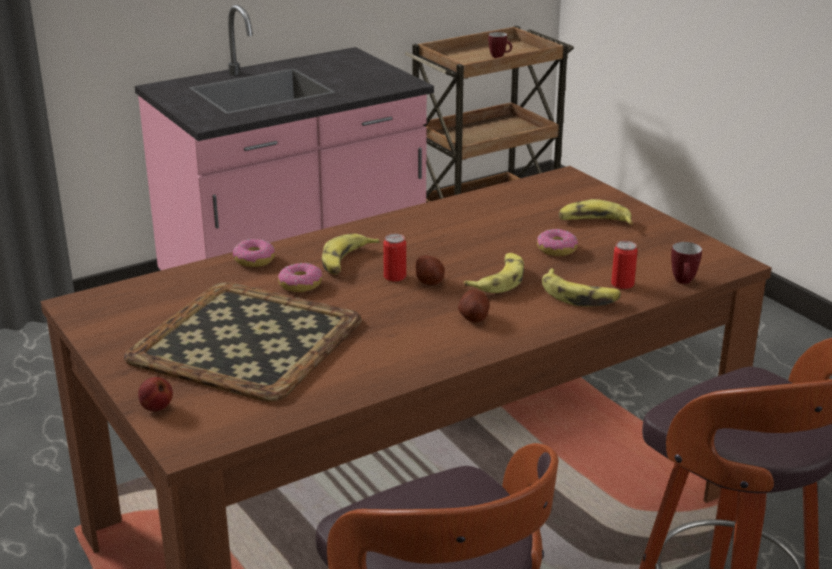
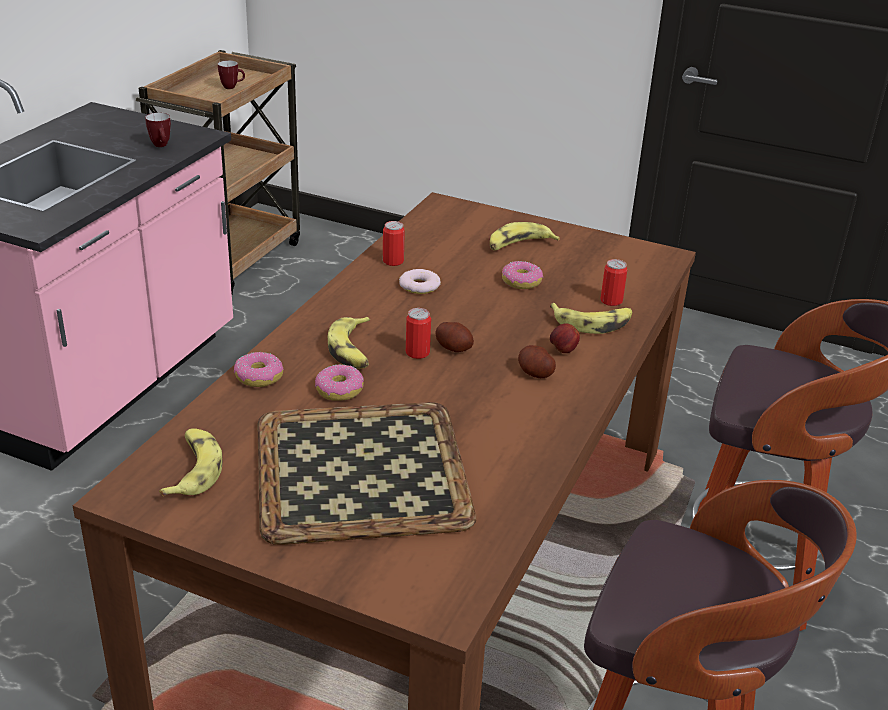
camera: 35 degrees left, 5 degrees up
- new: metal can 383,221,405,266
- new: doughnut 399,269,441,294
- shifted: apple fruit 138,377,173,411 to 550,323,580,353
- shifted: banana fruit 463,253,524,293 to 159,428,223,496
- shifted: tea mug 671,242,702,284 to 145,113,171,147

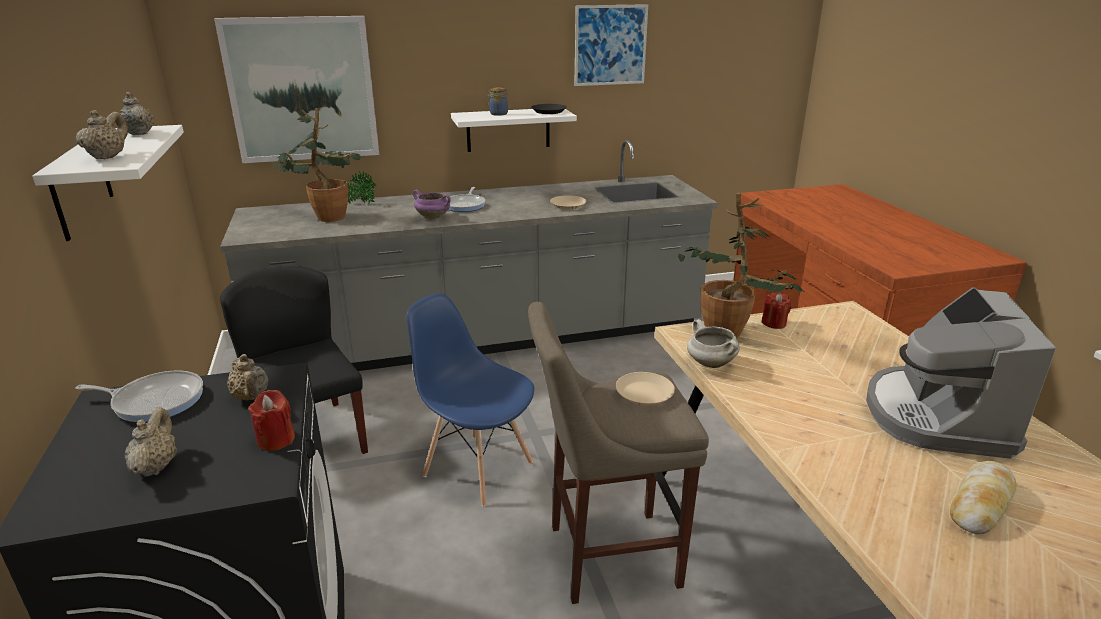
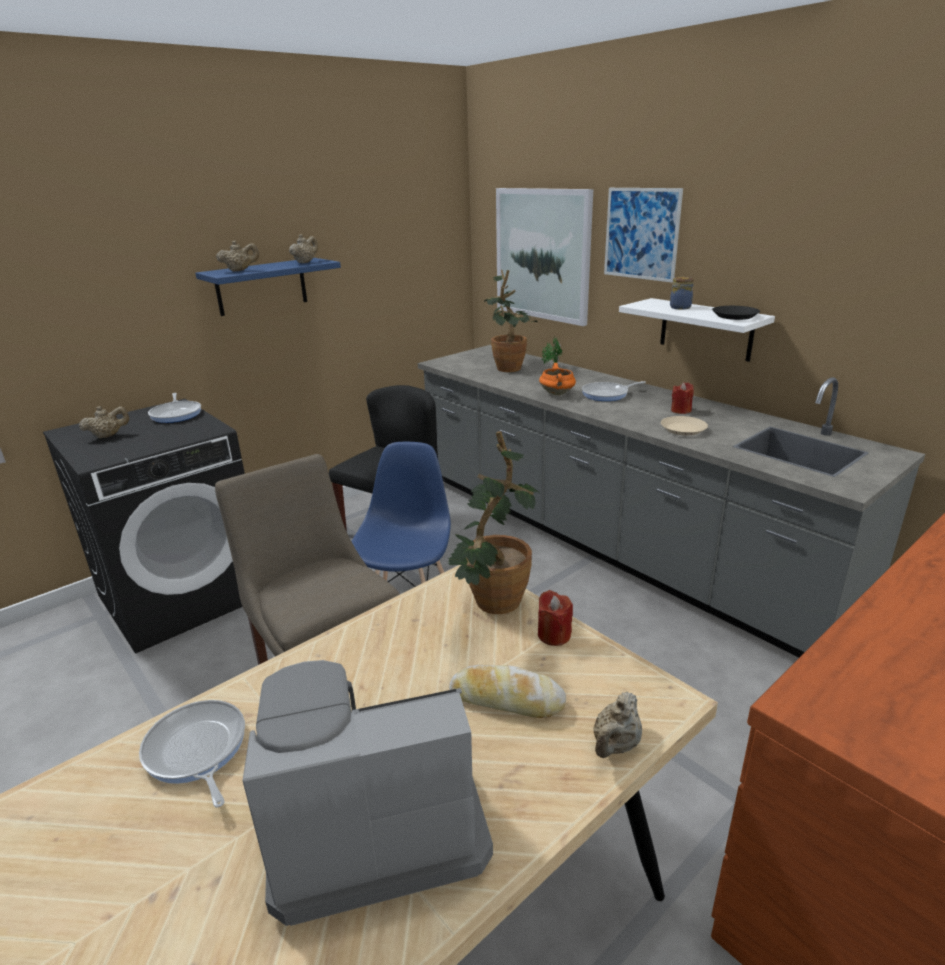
camera: 65 degrees right, 0 degrees up
- gone: beige-coloured plate 616,372,675,405
- gone: whitish cooking pot 687,319,740,368
- new: frying pan 139,700,245,808
- shifted: beige-coloured tea pot 227,354,268,401 to 593,692,642,758
- shifted: red-coloured candle 248,390,295,451 to 671,382,694,414
- shifted: wall art 574,4,648,86 to 604,188,683,283
- shifted: bread 950,461,1016,534 to 449,665,566,718
- repainted: whitish shelf 32,125,184,241 to blue-coloured shelf 195,258,341,316
- repainted: purplish cooking pot 412,190,451,219 to orange-coloured cooking pot 539,363,576,395

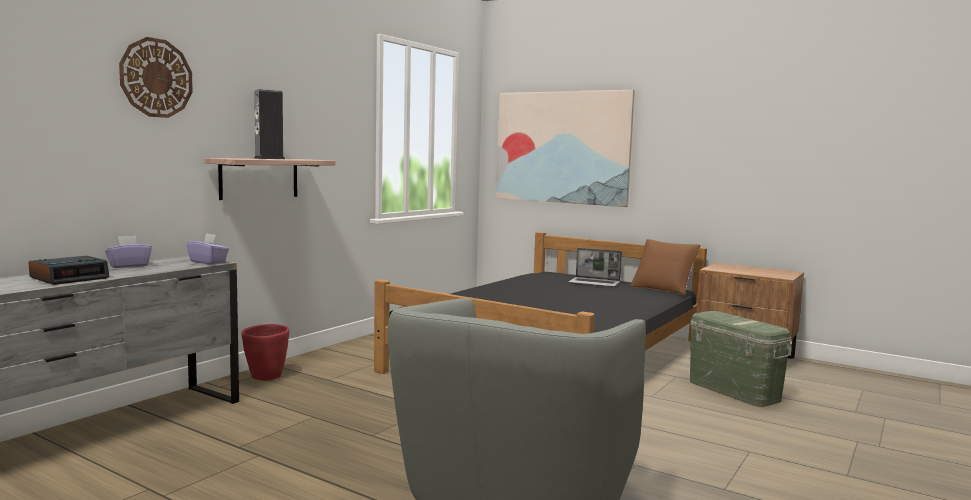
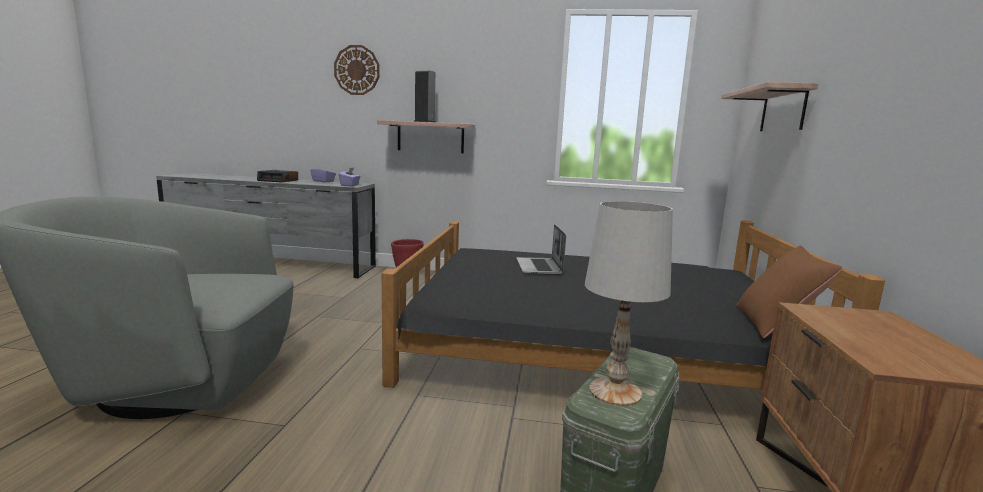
camera: 65 degrees right, 5 degrees up
- new: whitish table lamp 585,201,673,406
- shifted: laptop 569,248,622,288 to 516,224,566,275
- swapped: wall art 496,90,635,207 to shelf 721,82,818,131

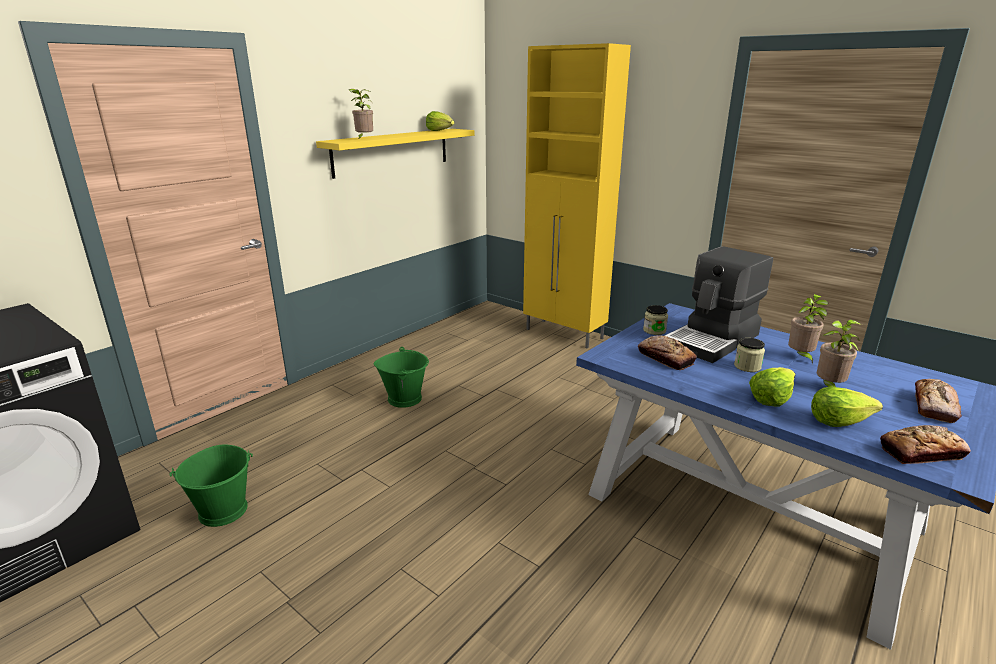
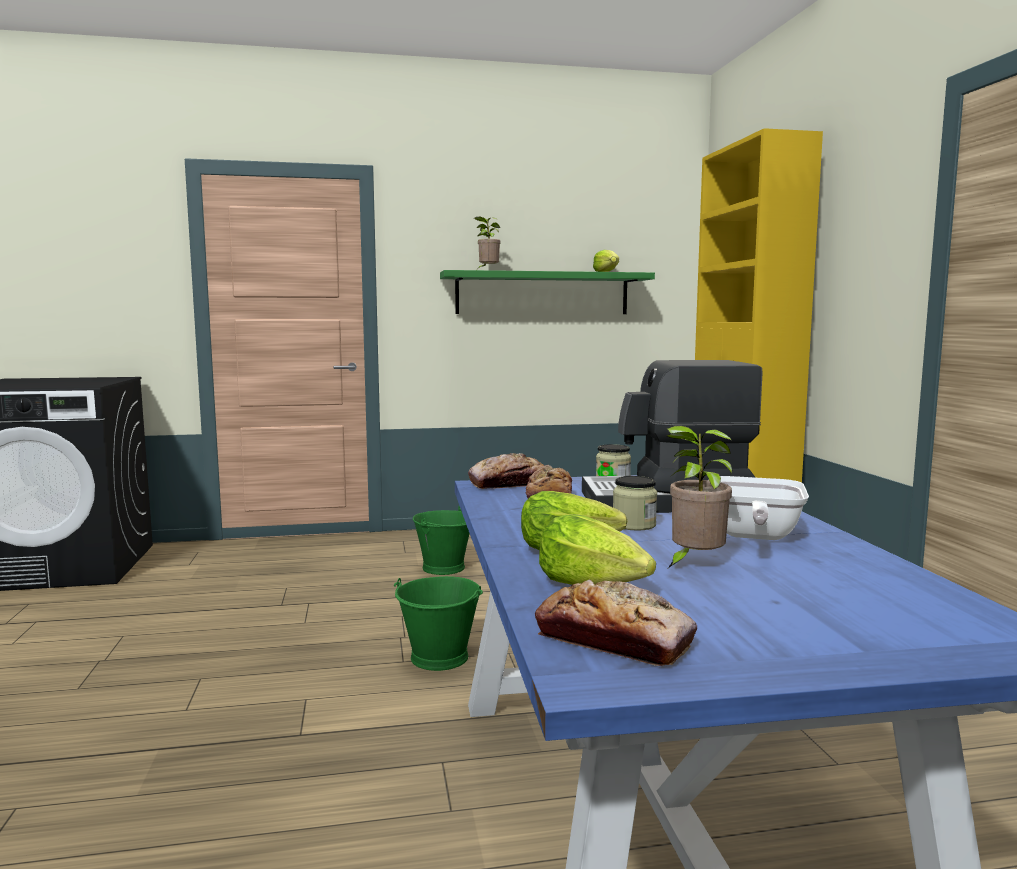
camera: 40 degrees right, 15 degrees down
- shifted: green-coloured pail 169,444,253,527 to 394,576,483,671
- shifted: bread 915,379,962,423 to 468,453,544,489
- swapped: plant in a pot 788,294,828,365 to frying pan 720,476,809,540
- repainted: yellow shelf 316,129,474,179 to green-coloured shelf 440,270,655,314

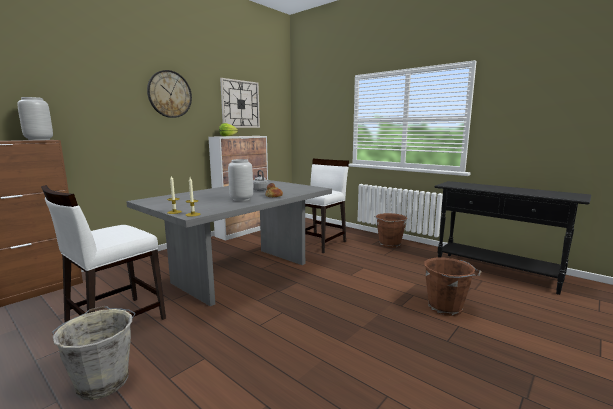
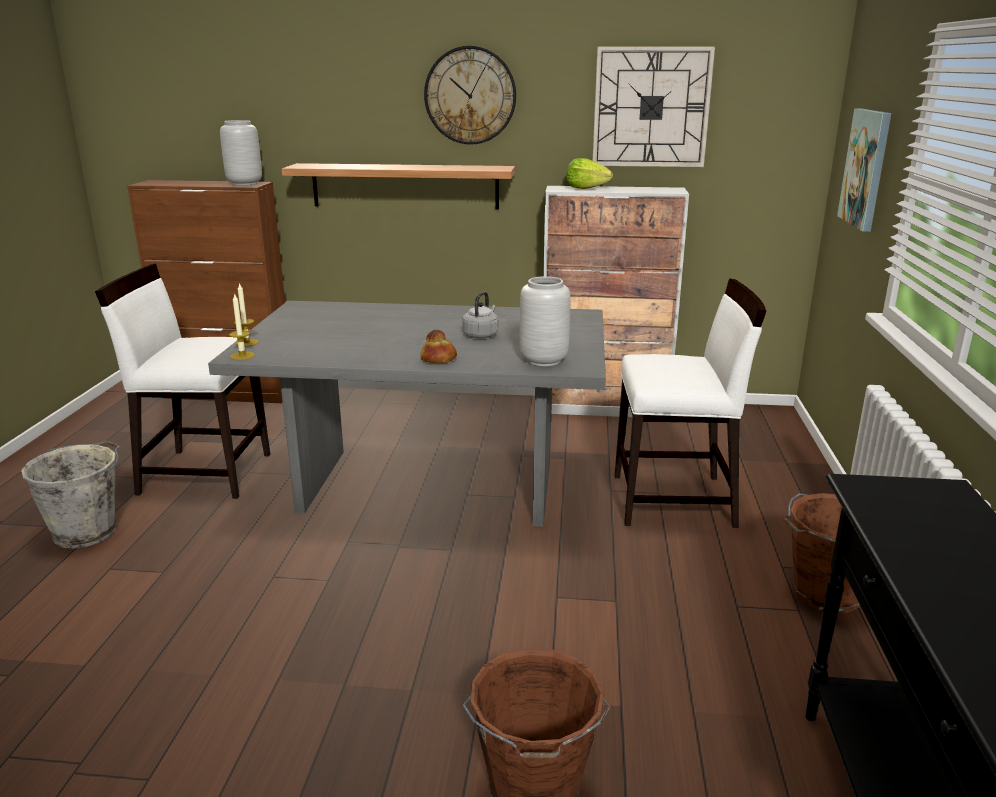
camera: 55 degrees right, 10 degrees up
- new: shelf 281,163,515,210
- new: wall art 837,108,891,232
- shifted: greyish decorative vase 228,159,253,201 to 520,276,571,366

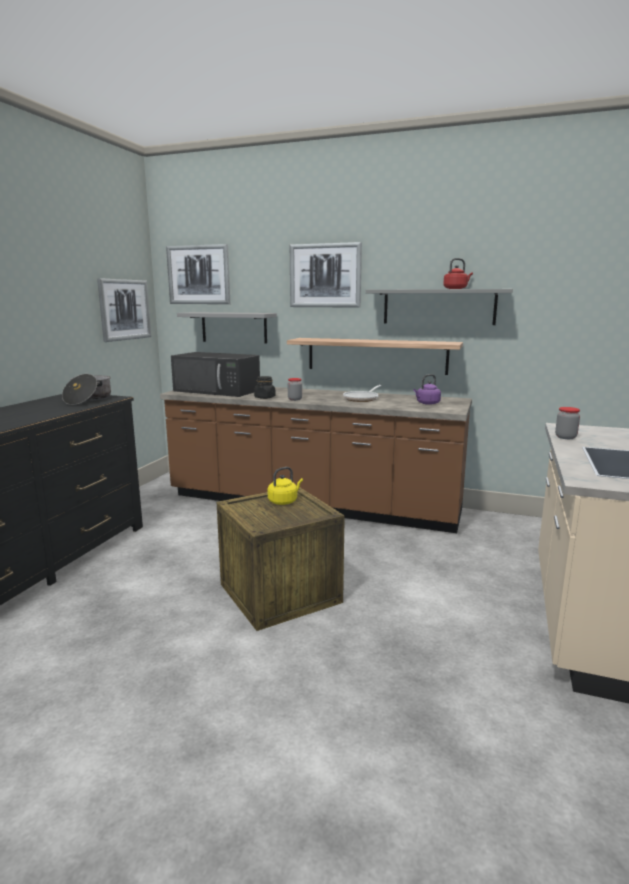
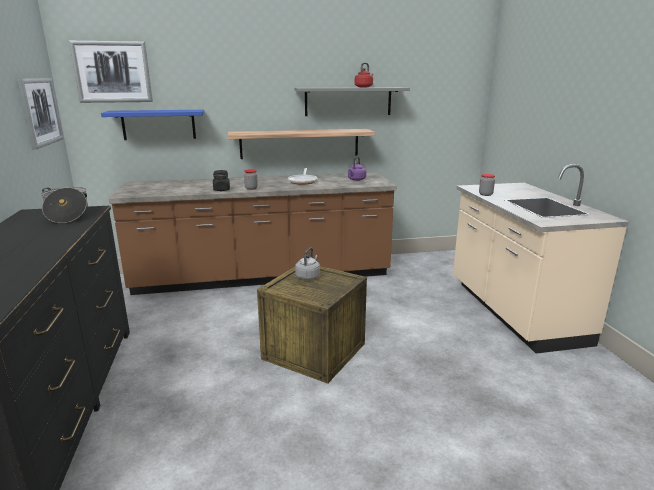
camera: 30 degrees left, 5 degrees up
- gone: black-coloured microwave 171,352,260,397
- gone: wall art 290,242,362,308
- repainted: greyish shelf 177,312,277,344 to blue-coloured shelf 101,110,205,140
- repainted: yellow kettle 268,467,303,505 to greyish kettle 295,247,320,280

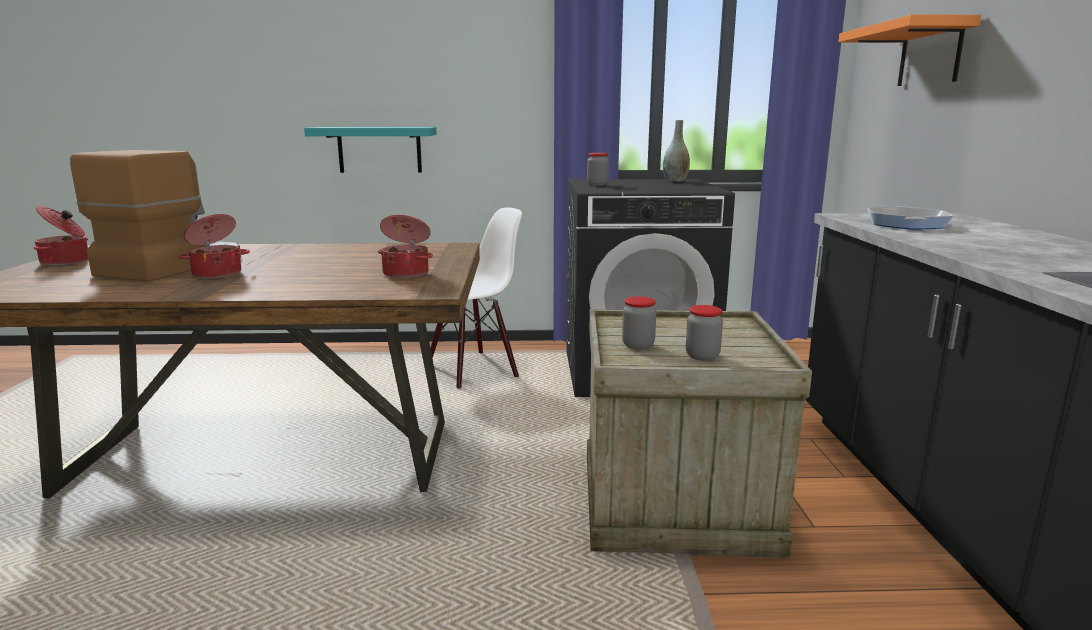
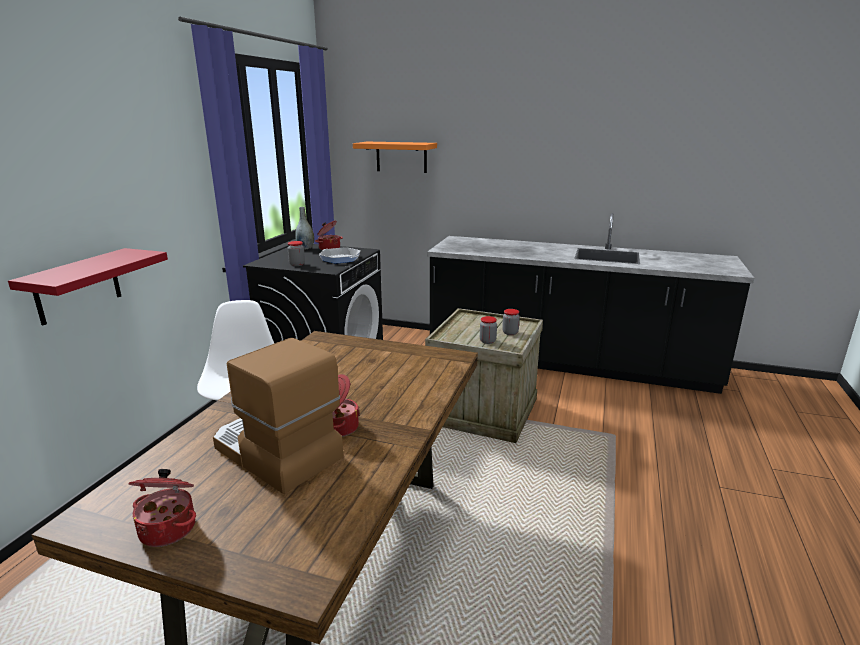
camera: 70 degrees left, 5 degrees up
- shifted: cooking pot 378,215,433,278 to 315,221,343,250
- shifted: frying pan 867,206,953,230 to 319,247,361,264
- repainted: turquoise-coloured shelf 304,127,437,173 to red-coloured shelf 8,248,168,325

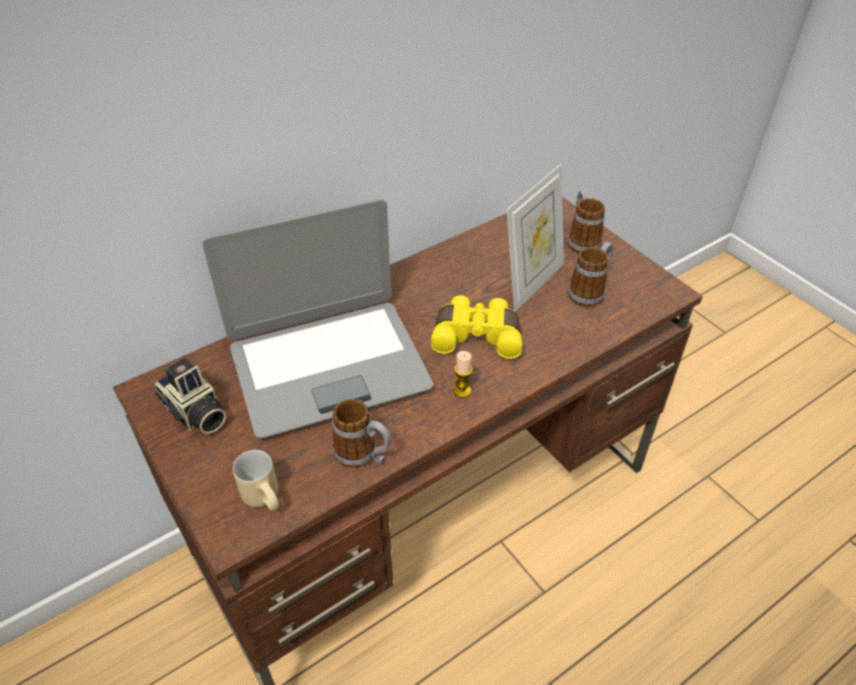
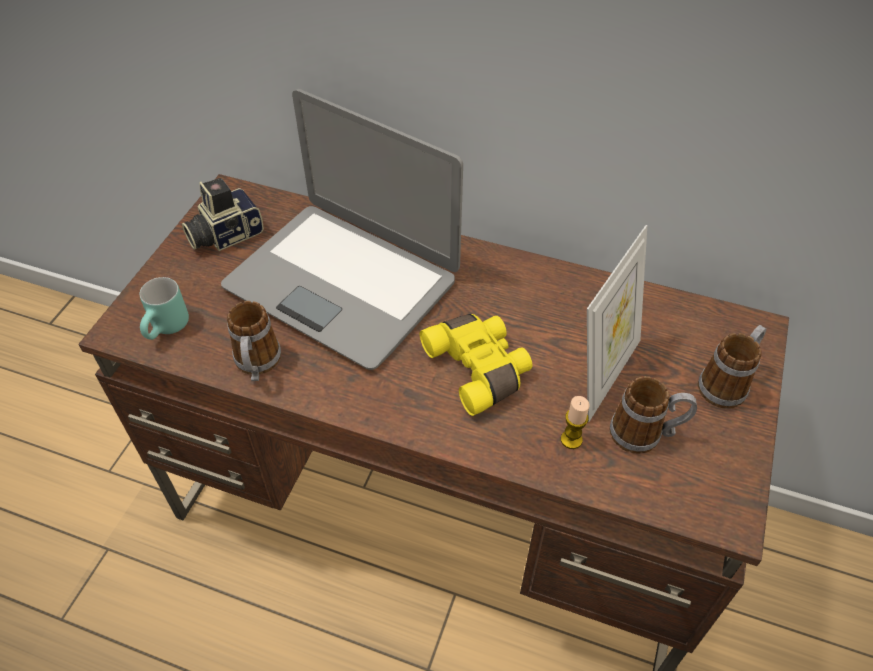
camera: 55 degrees right, 5 degrees up
- shifted: candle 454,351,473,398 to 561,396,590,449
- repainted: beige-coloured tea mug 233,450,279,511 to turquoise-coloured tea mug 140,277,189,340
- rotated: still camera 154,358,226,434 = 182,178,264,251 45 degrees clockwise
- rotated: picture frame 507,164,564,312 = 587,225,647,422 60 degrees counterclockwise

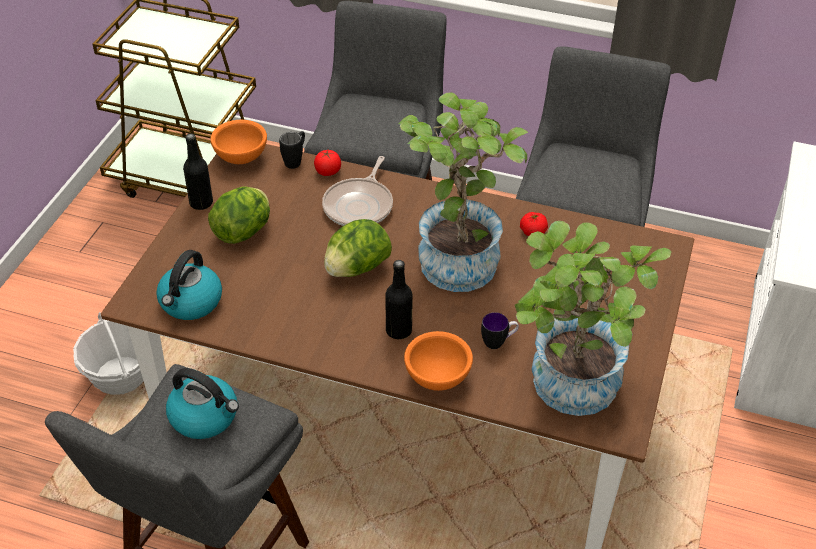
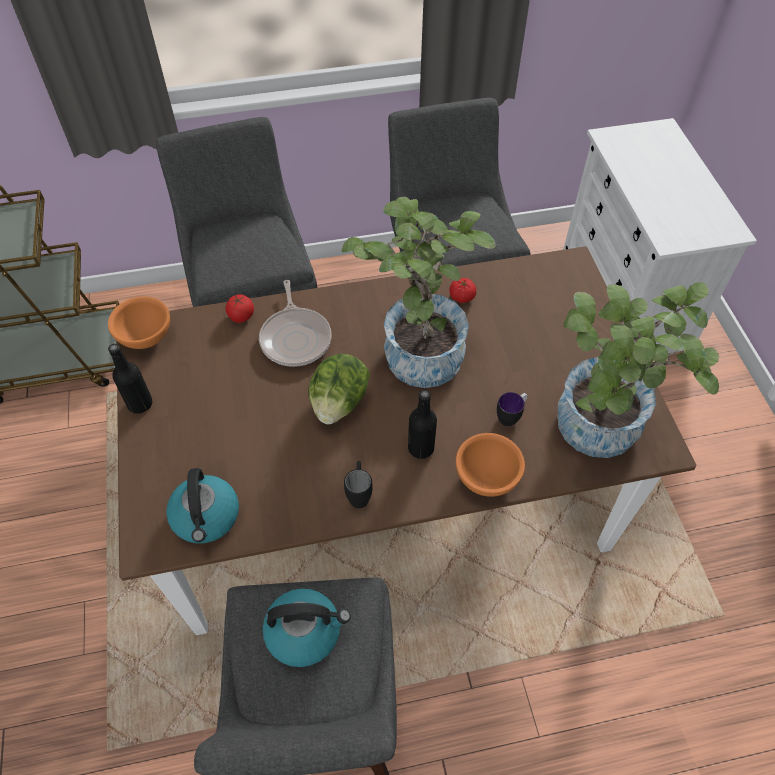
camera: 30 degrees left, 10 degrees up
- gone: basket 73,312,143,395
- gone: lettuce 208,186,270,244
- shifted: black-coloured tea mug 279,131,305,169 to 344,461,373,508

